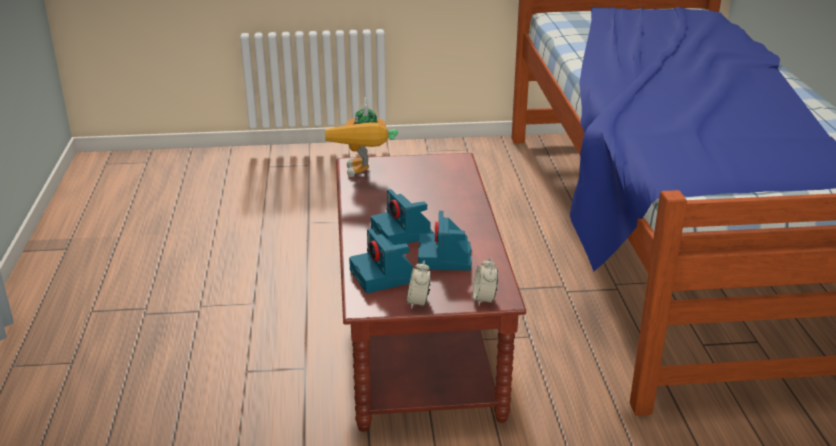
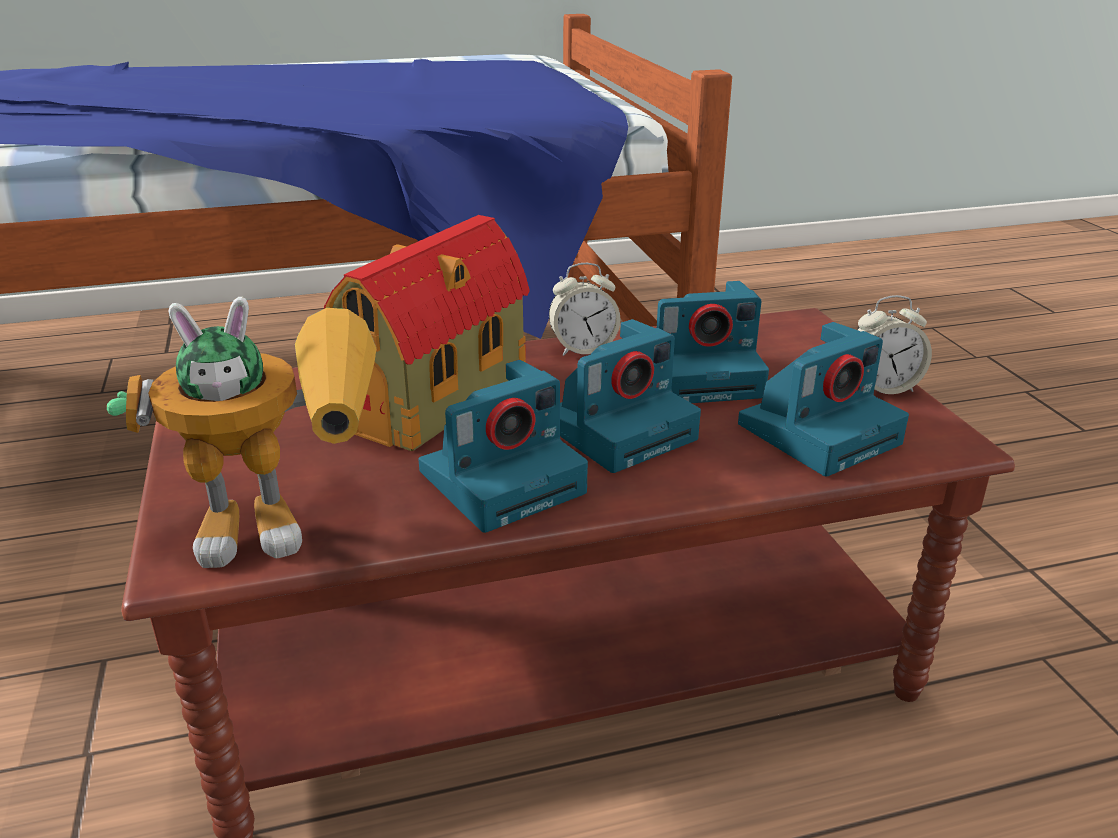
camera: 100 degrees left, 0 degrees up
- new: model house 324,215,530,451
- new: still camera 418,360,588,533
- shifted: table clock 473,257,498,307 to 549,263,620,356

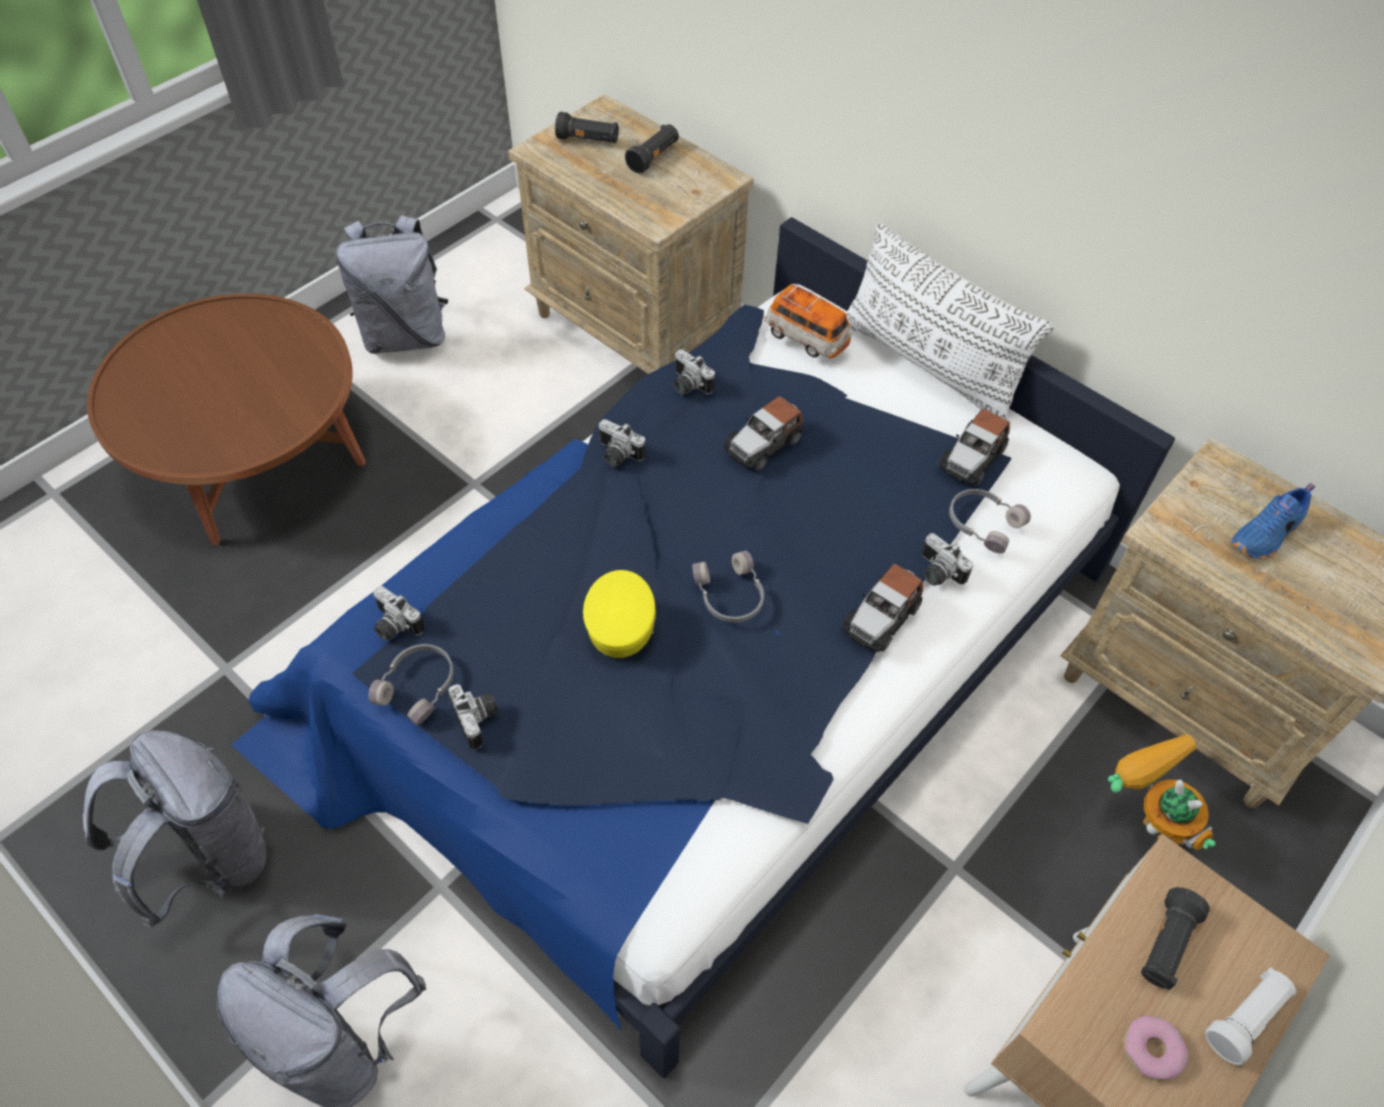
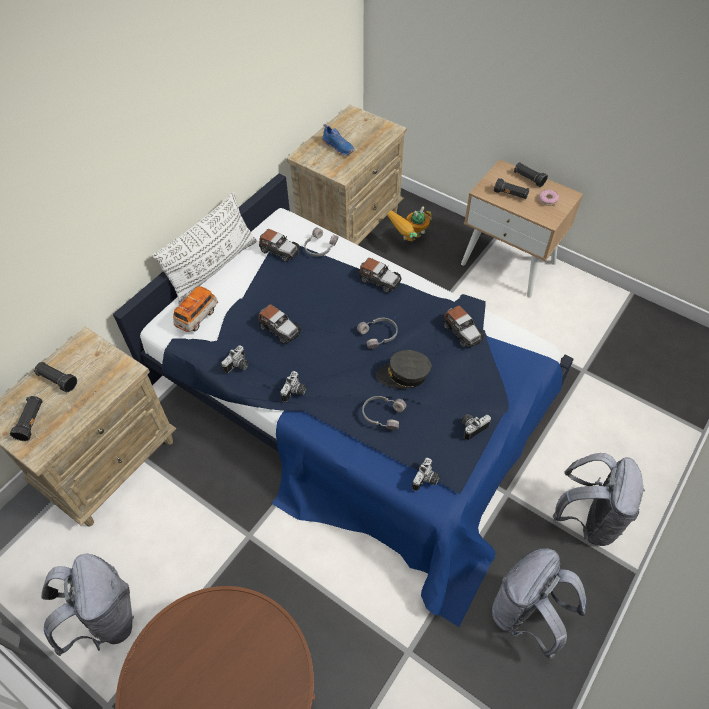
camera: 95 degrees left, 0 degrees up
- gone: still camera 922,533,973,586
- new: model car 443,305,484,347
- shifted: greyish pair of headphones 368,644,454,725 to 362,396,406,430
- repainted: yellow peaked cap 583,570,656,658 to greyish peaked cap 376,350,431,389
- repainted: whitish torch 1205,968,1296,1065 to black-coloured torch 514,162,548,187

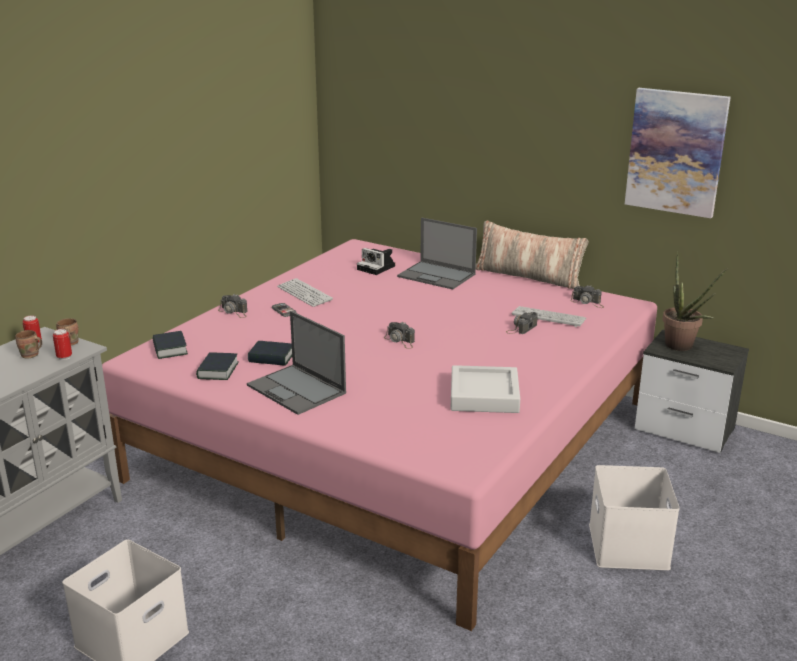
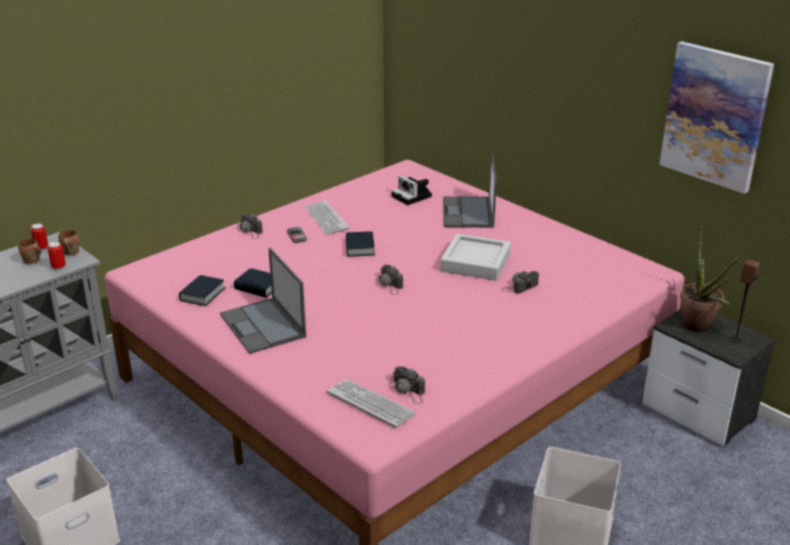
camera: 15 degrees right, 5 degrees up
- gone: cushion 476,220,589,290
- new: loudspeaker 730,259,761,343
- shifted: book 153,331,188,359 to 346,231,375,257
- shifted: greyish tray 451,365,520,413 to 440,234,511,281
- shifted: computer keyboard 512,306,586,327 to 327,379,416,428
- shifted: still camera 571,285,604,308 to 388,366,425,404
- rotated: laptop 397,217,477,290 = 443,153,497,228 45 degrees clockwise

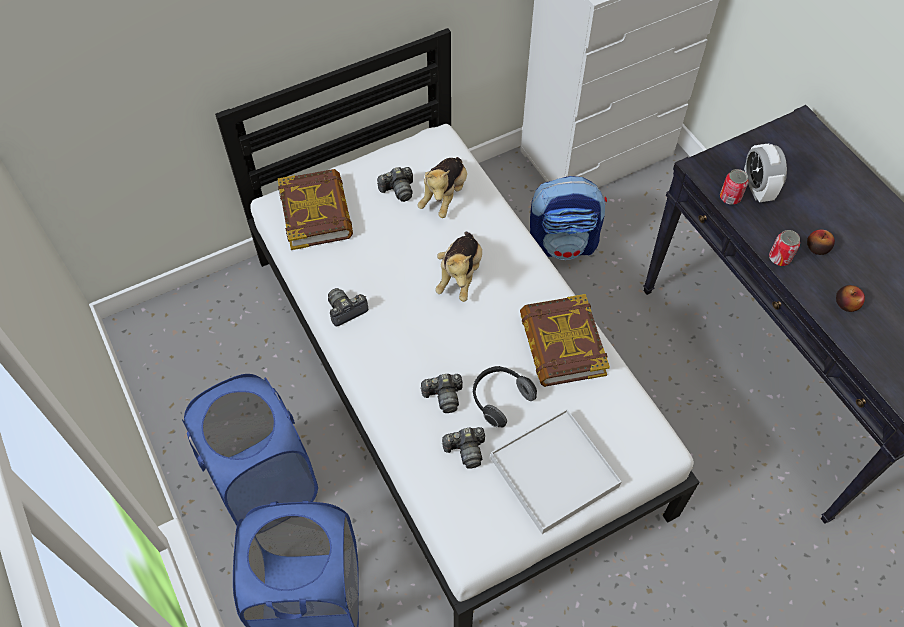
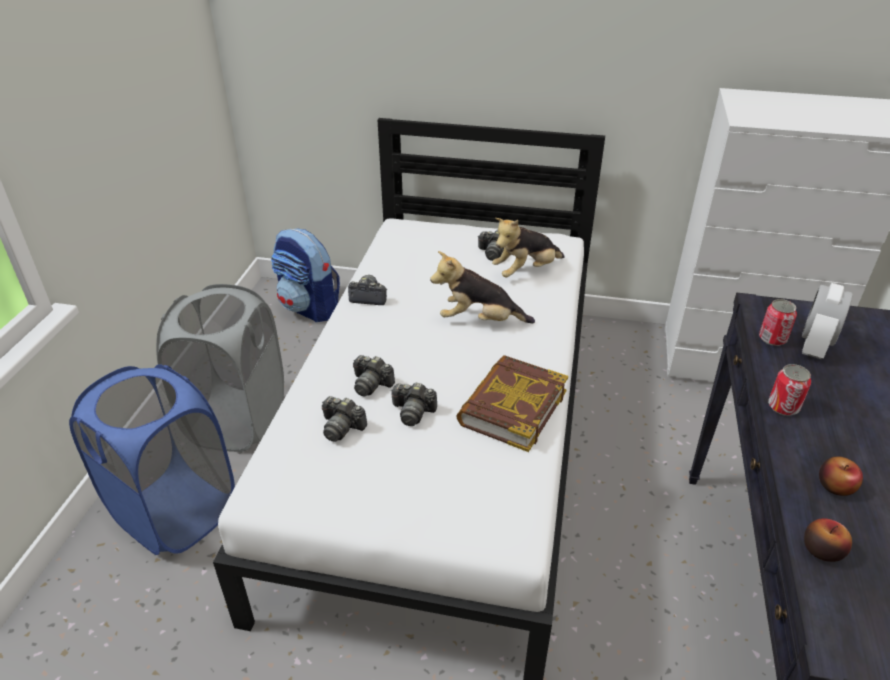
camera: 40 degrees right, 20 degrees down
- gone: book 278,169,353,250
- gone: whitish tray 490,409,622,534
- shifted: knapsack 530,176,607,260 to 271,228,340,322
- shifted: apple fruit 807,230,835,255 to 804,519,852,562
- swapped: pair of headphones 473,366,537,427 to still camera 391,383,437,426
- repainted: blue-coloured hamper 182,374,318,526 to greyish hamper 156,284,284,452
- rotated: soft toy 435,232,482,302 = 430,251,535,323 45 degrees clockwise

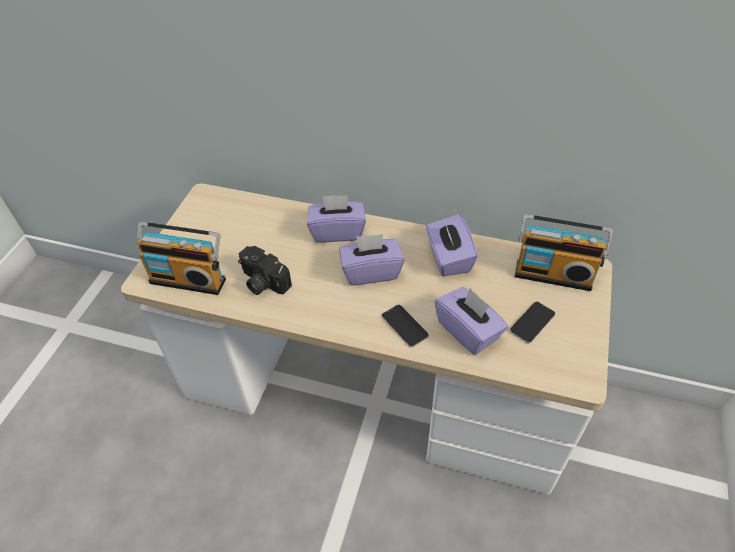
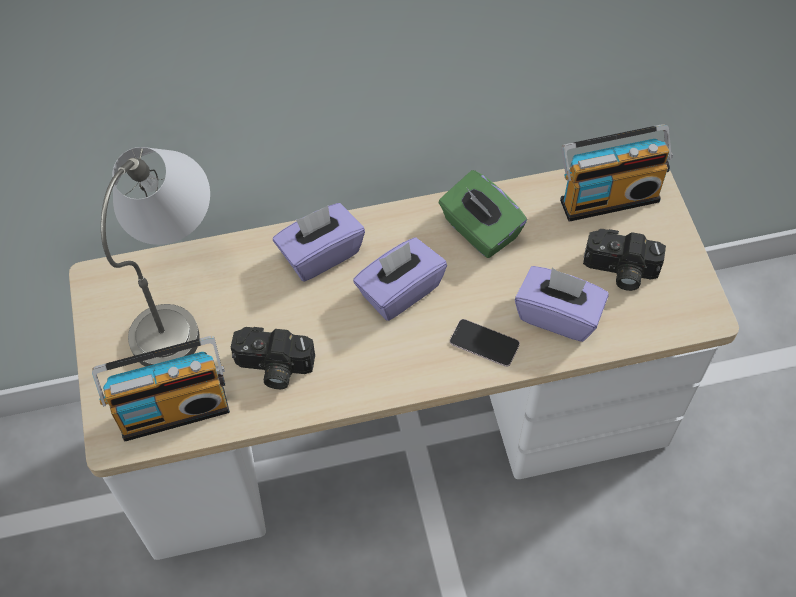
camera: 30 degrees left, 10 degrees up
- new: greyish table lamp 101,147,210,367
- swapped: handset 510,301,556,343 to still camera 583,229,666,291
- repainted: purplish tissue box 426,214,478,277 to green-coloured tissue box 438,170,527,258

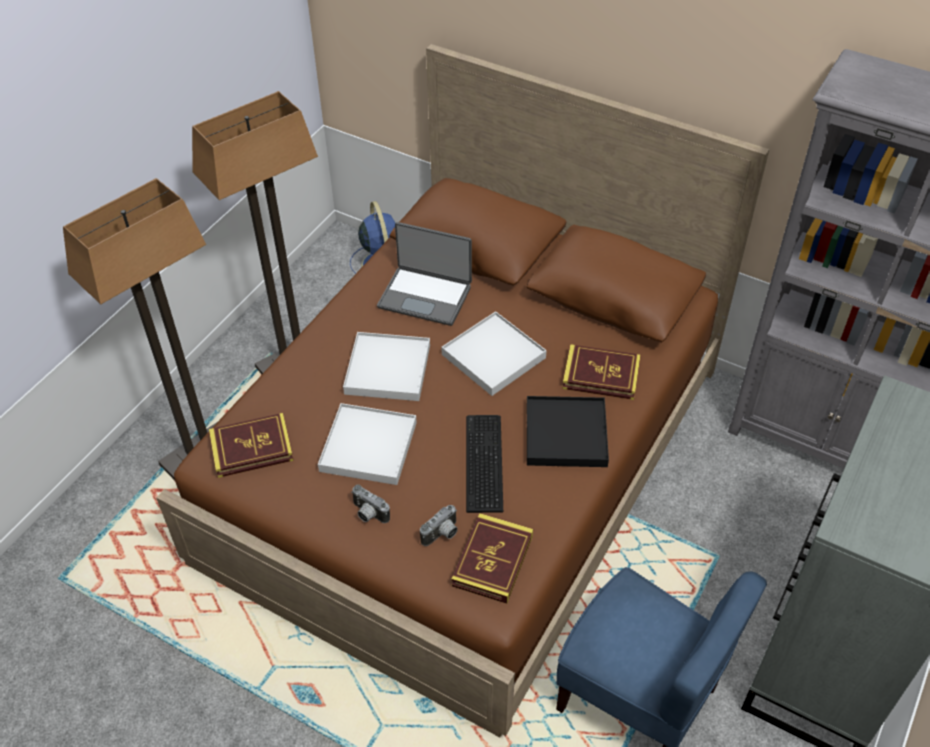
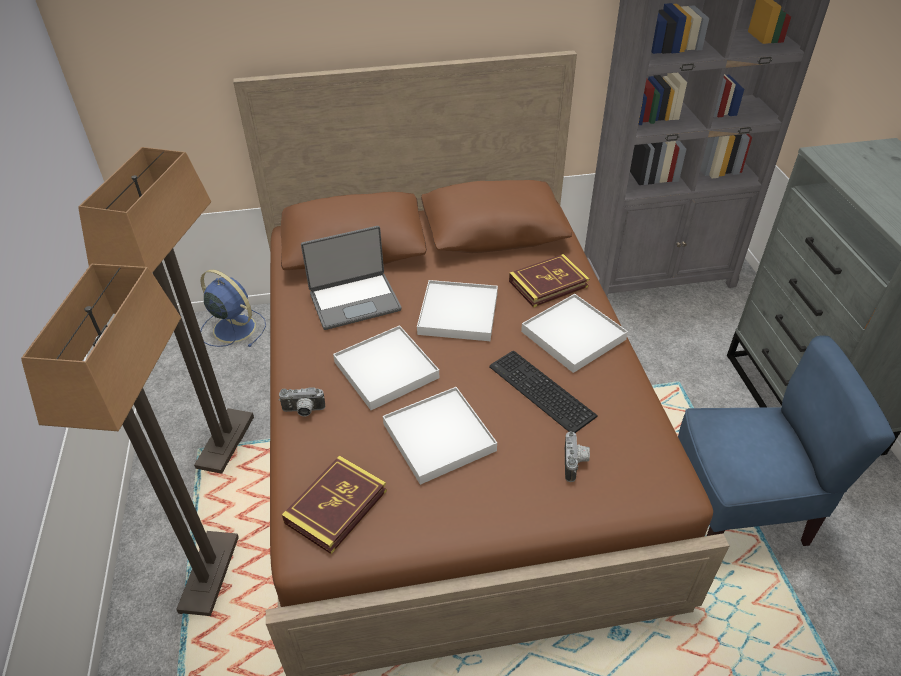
camera: 40 degrees left, 5 degrees down
- gone: book 451,513,533,604
- shifted: still camera 351,484,390,523 to 279,387,325,417
- repainted: black-coloured tray 527,396,609,467 to whitish tray 521,294,628,373

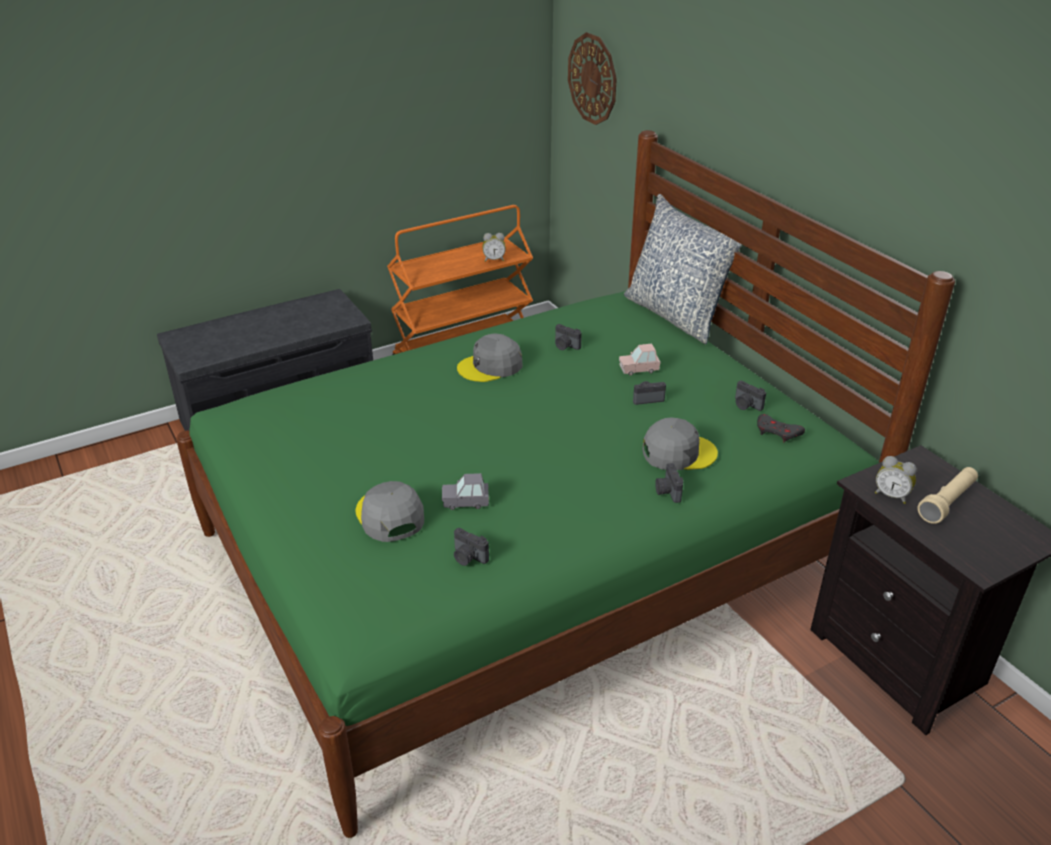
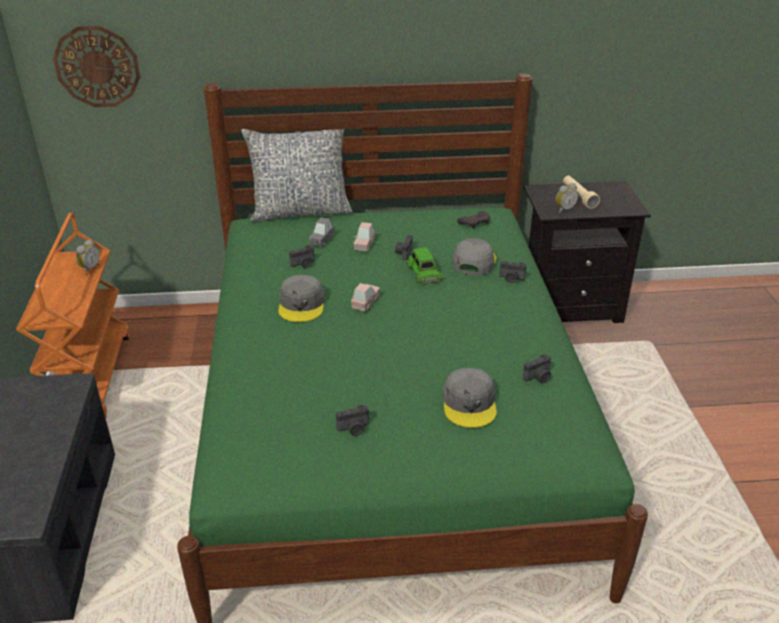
camera: 65 degrees left, 0 degrees up
- new: pinkish model car 351,283,380,312
- new: green-coloured model car 406,247,443,284
- shifted: greyish model car 442,473,489,510 to 309,217,334,247
- shifted: still camera 735,381,766,411 to 336,405,369,436
- rotated: greyish peaked cap 355,481,424,542 = 443,368,497,428 90 degrees counterclockwise

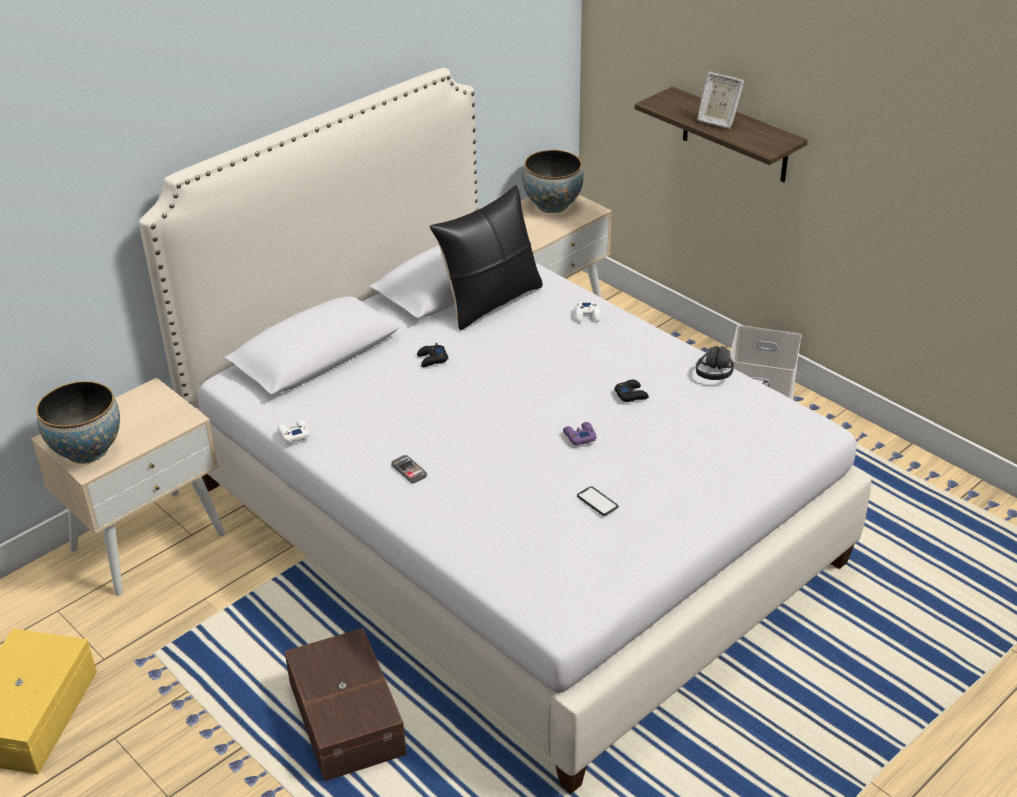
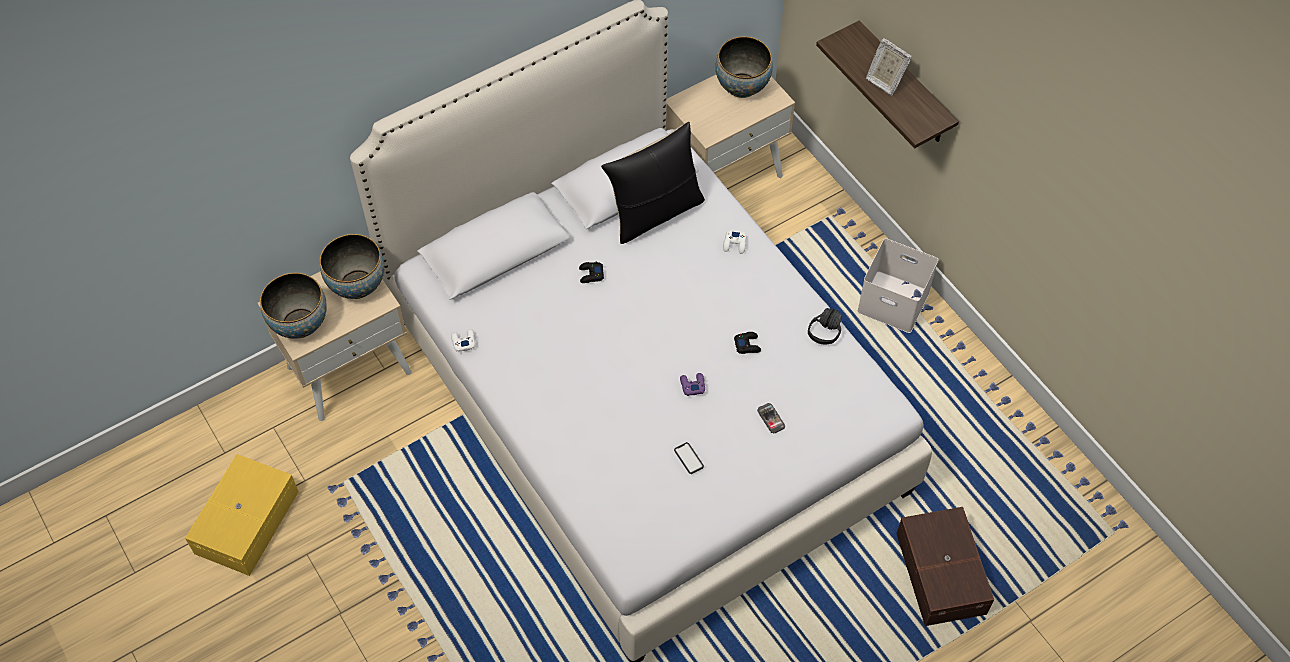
camera: 10 degrees right, 20 degrees up
- new: bowl 320,234,384,299
- shifted: brown storage container 285,628,406,781 to 896,507,994,626
- shifted: handset 391,455,427,483 to 757,403,785,433

